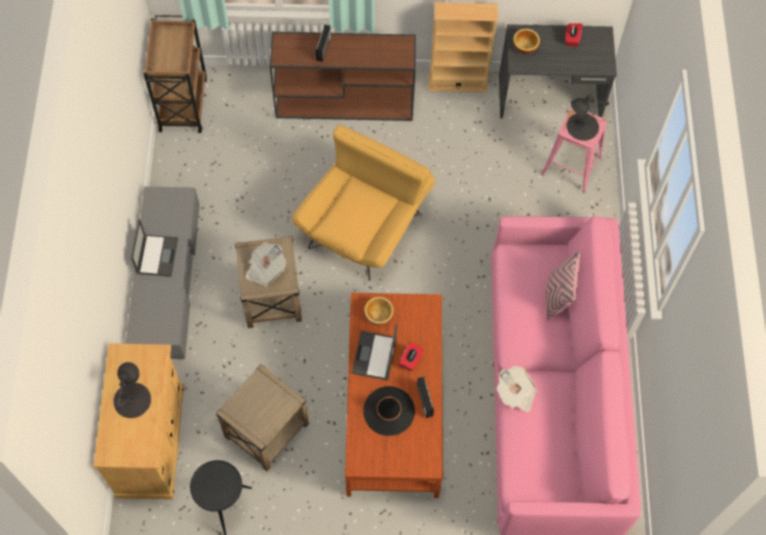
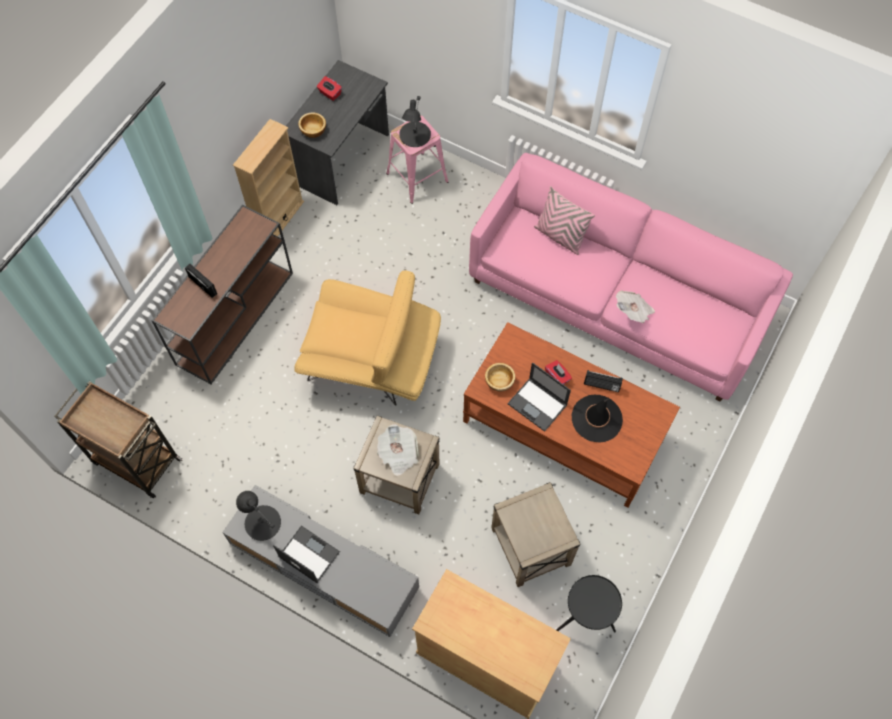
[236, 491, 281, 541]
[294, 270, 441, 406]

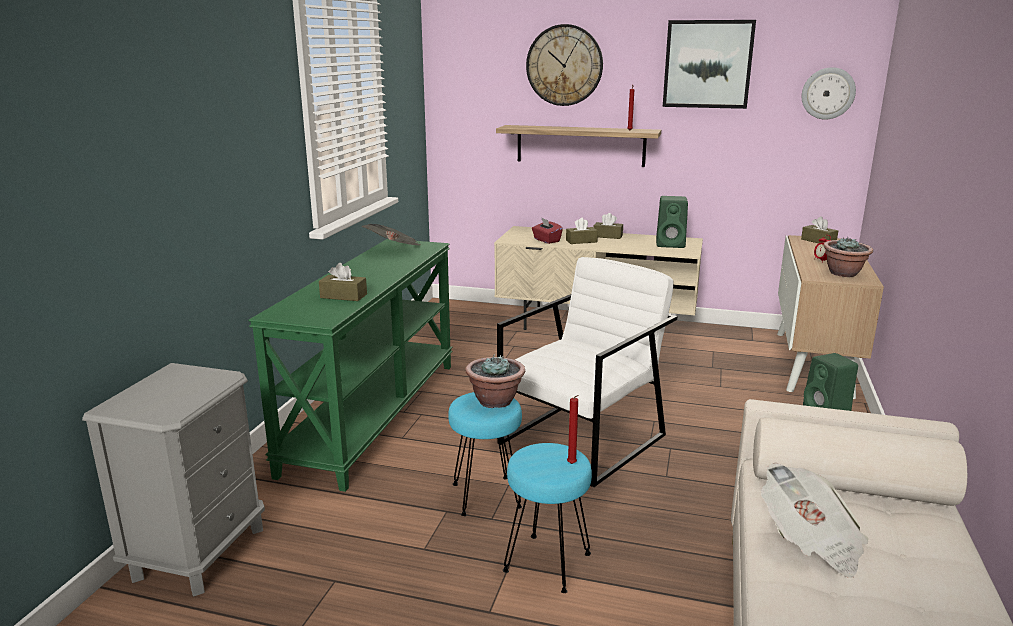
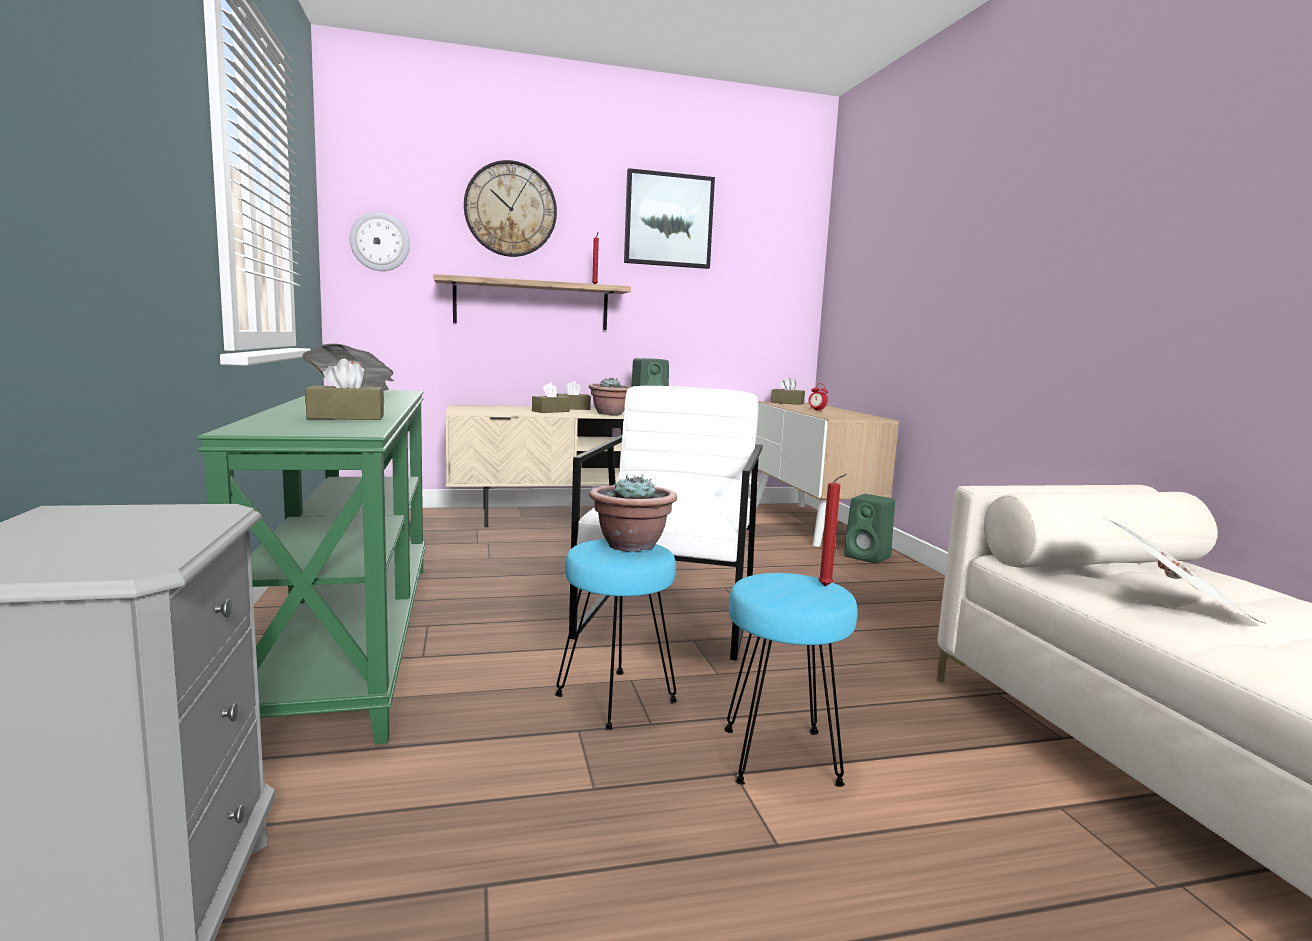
[532, 218, 563, 244] (first image)
[350, 212, 410, 271]
[589, 378, 631, 415]

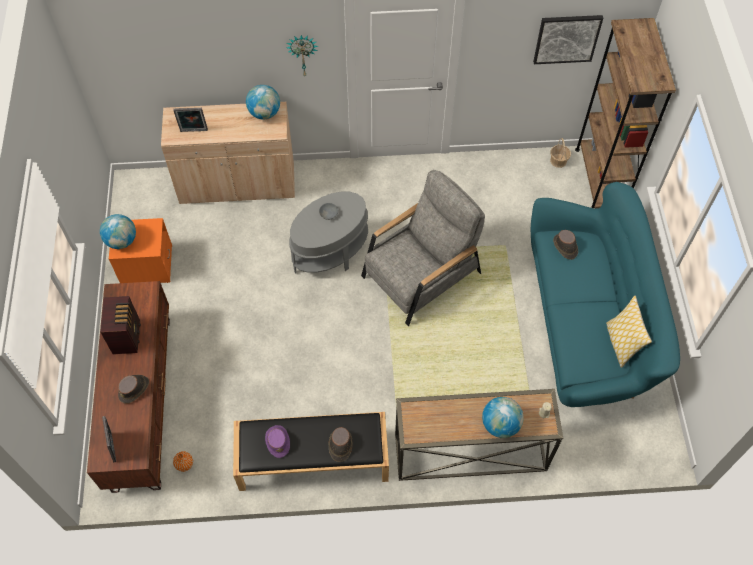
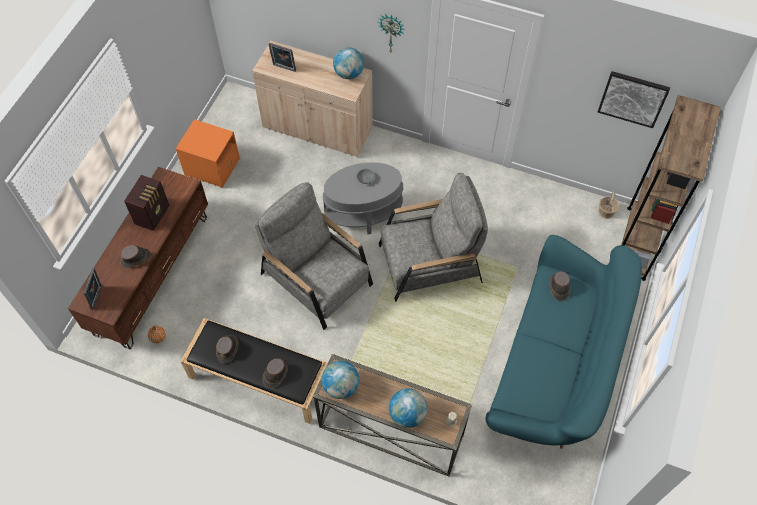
[606, 296, 652, 368] (first image)
[255, 182, 373, 330]
[322, 361, 359, 399]
[216, 335, 238, 363]

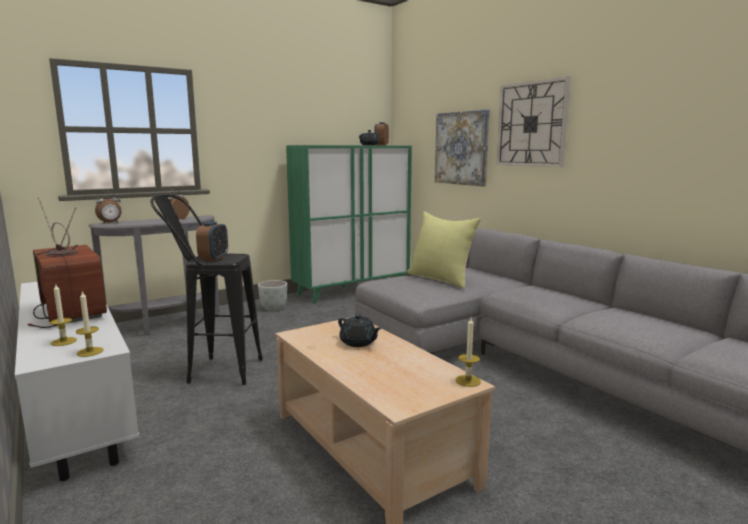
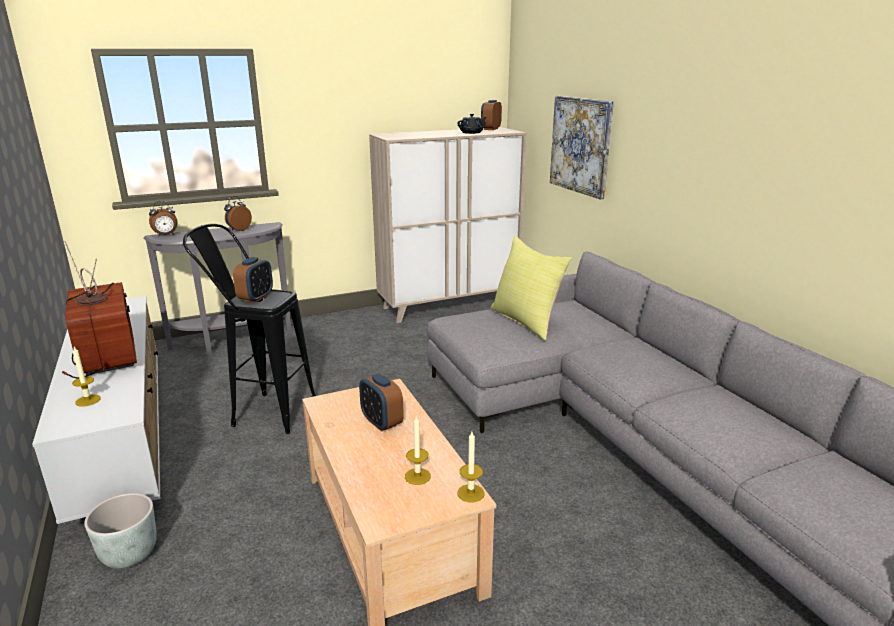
[496, 76, 571, 167] (first image)
[405, 415, 431, 485]
[84, 493, 157, 569]
[359, 373, 404, 432]
[369, 127, 526, 323]

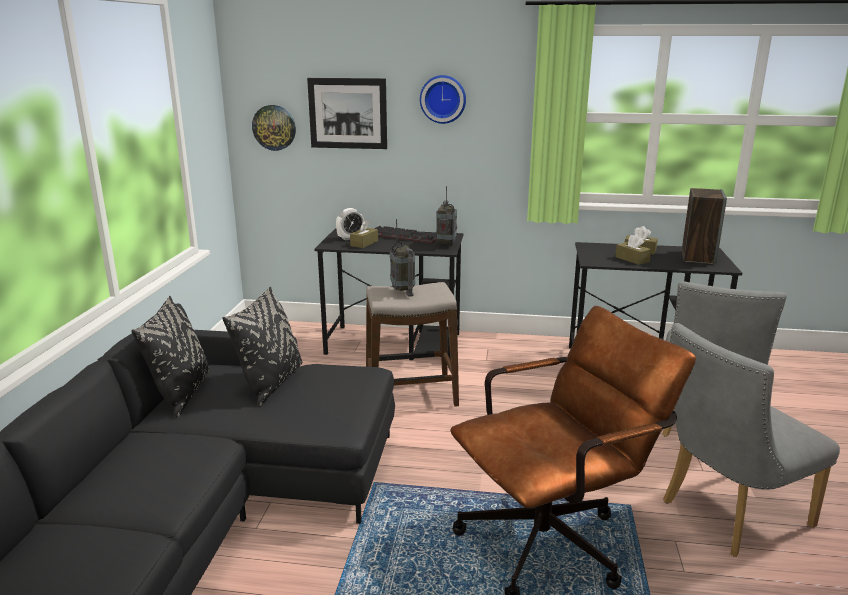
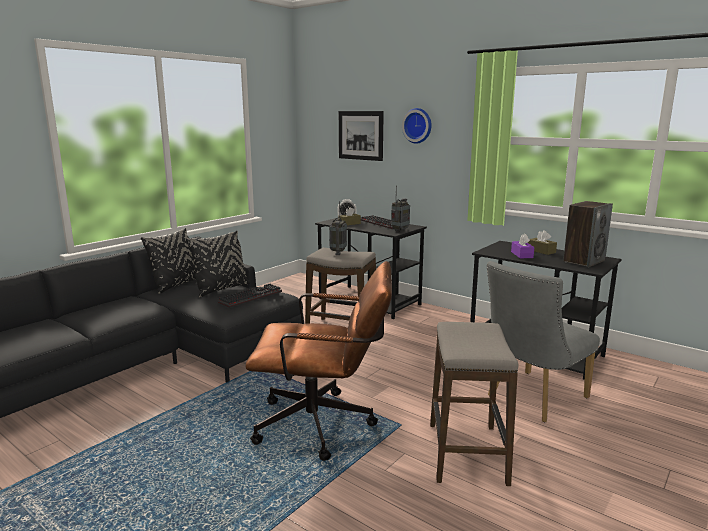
[252, 105, 296, 151] (first image)
[218, 284, 282, 308]
[430, 322, 519, 486]
[511, 234, 534, 258]

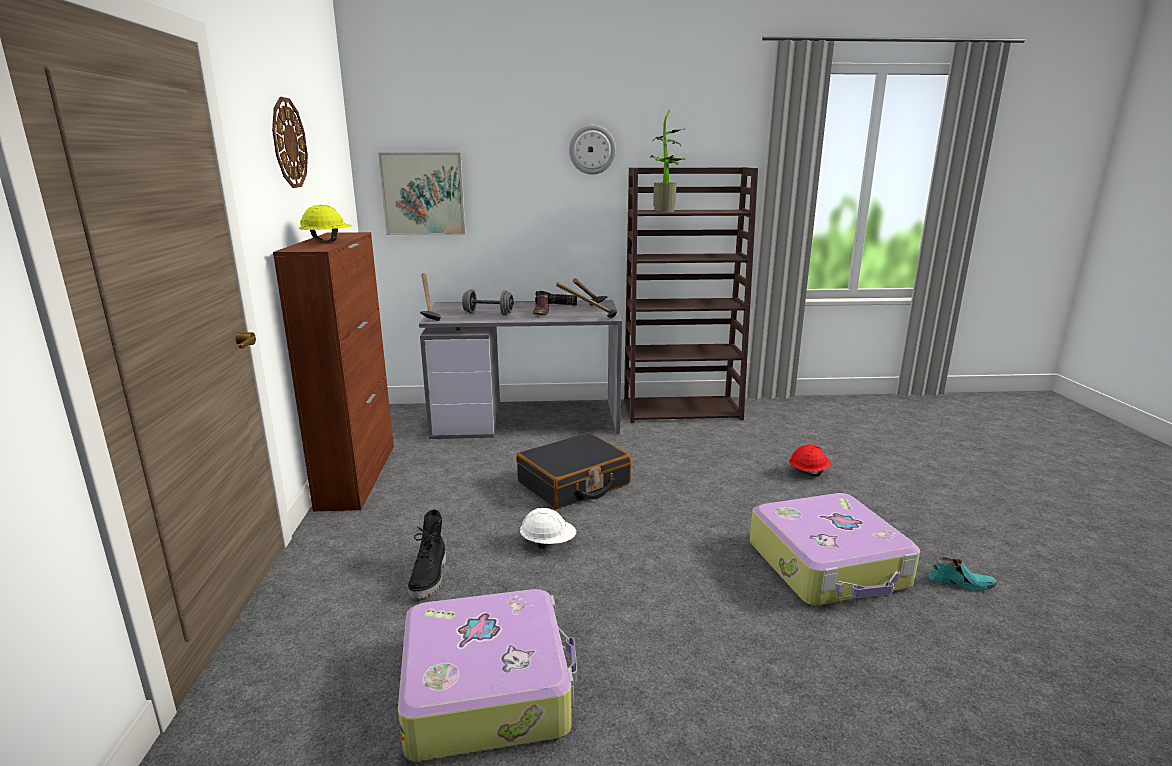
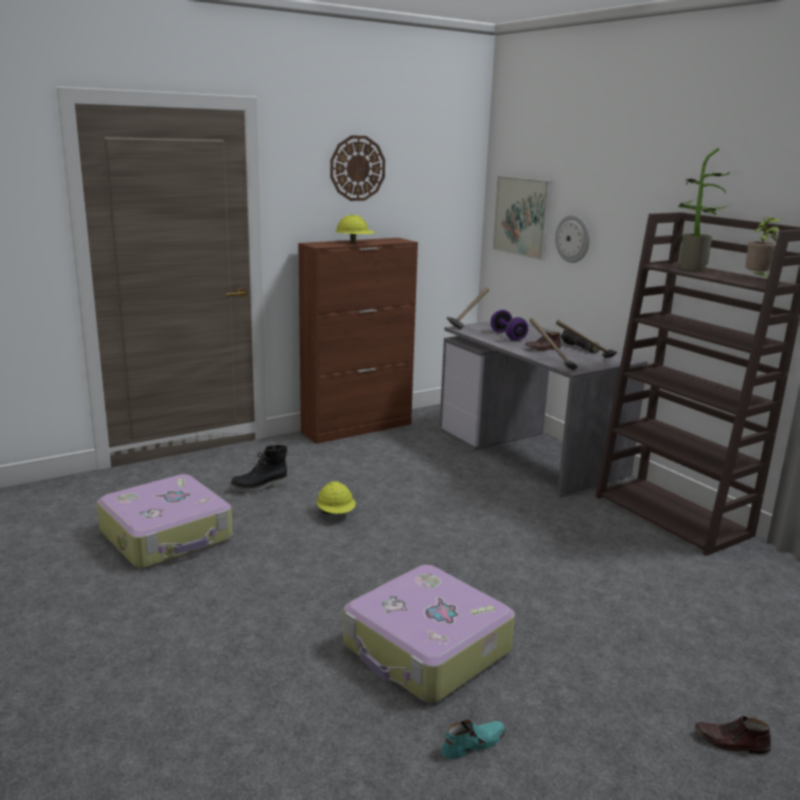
[516, 432, 631, 509] (first image)
[789, 444, 831, 477] (first image)
[695, 716, 771, 754]
[745, 217, 781, 280]
[555, 215, 590, 263]
[491, 310, 528, 341]
[316, 481, 356, 514]
[441, 719, 506, 759]

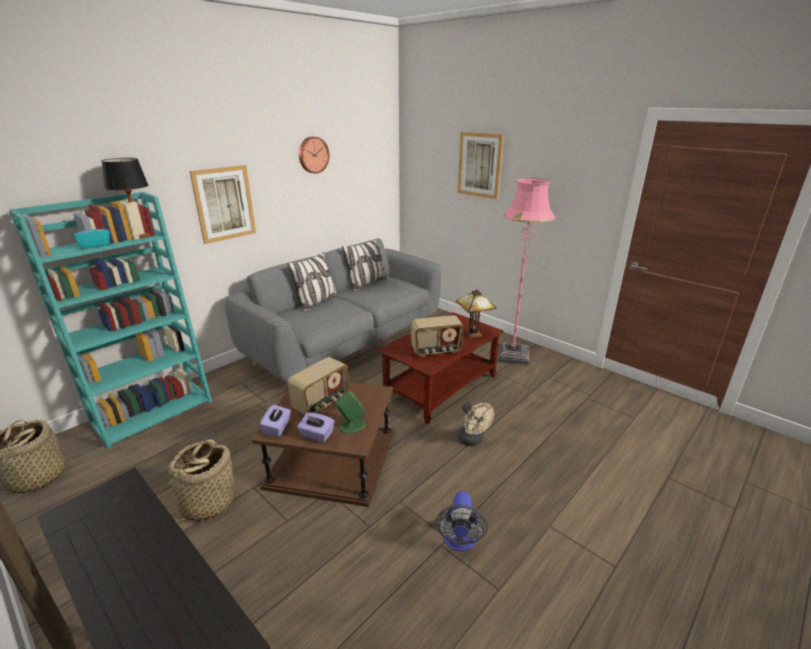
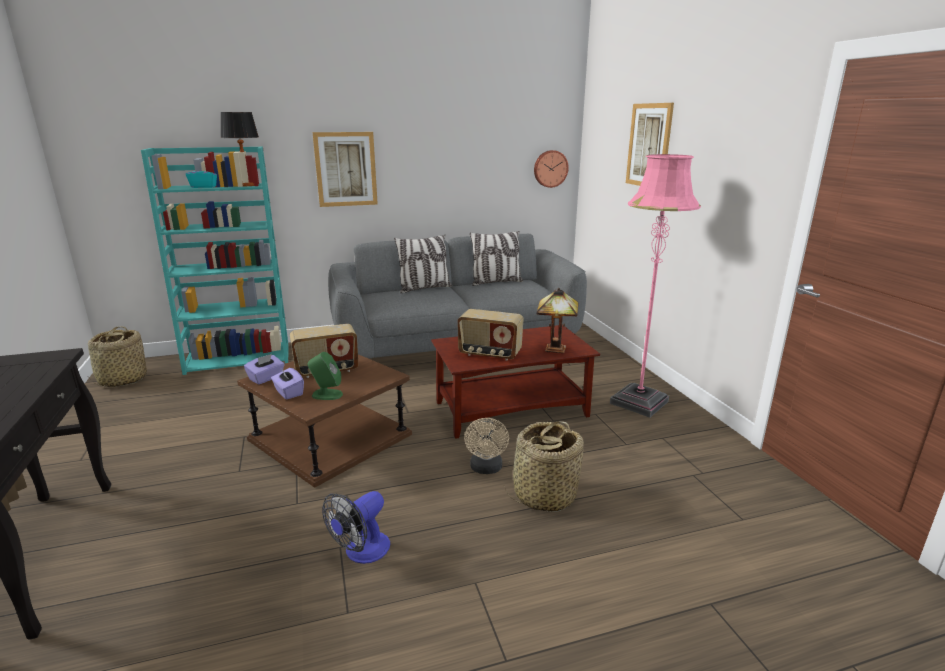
[504, 421, 584, 512]
[534, 150, 569, 188]

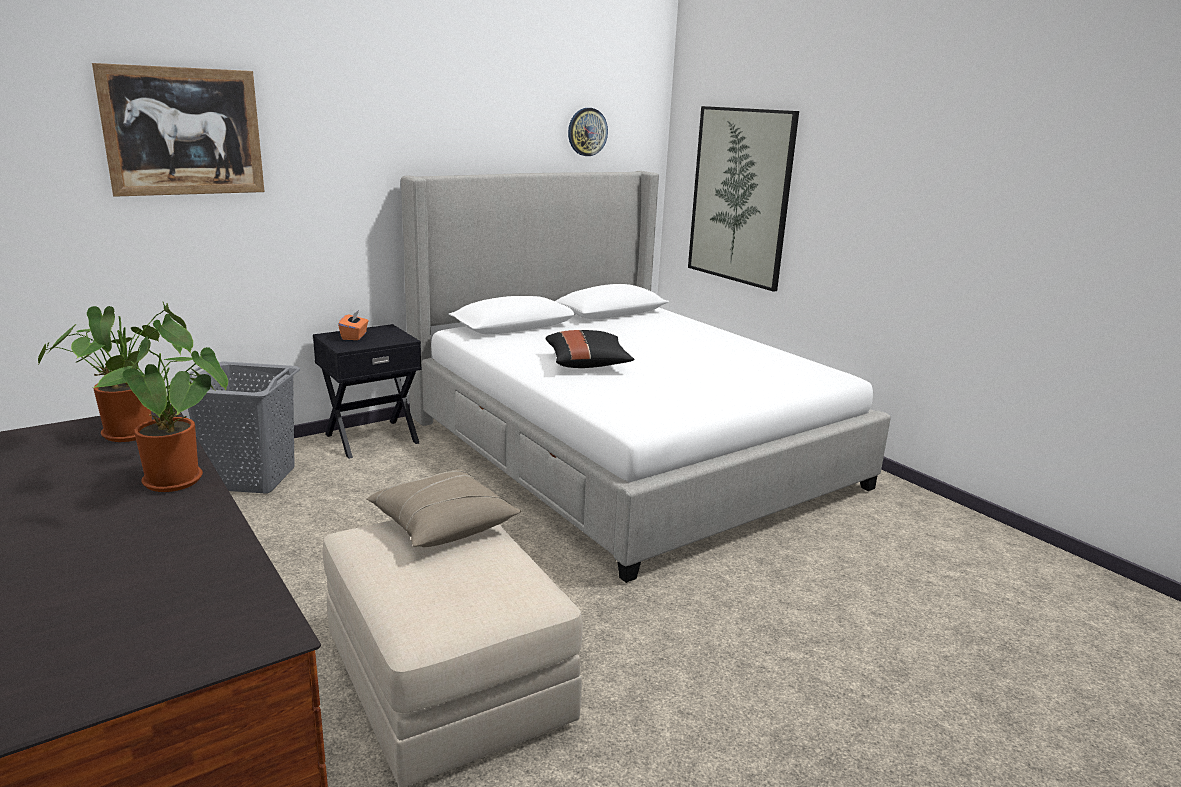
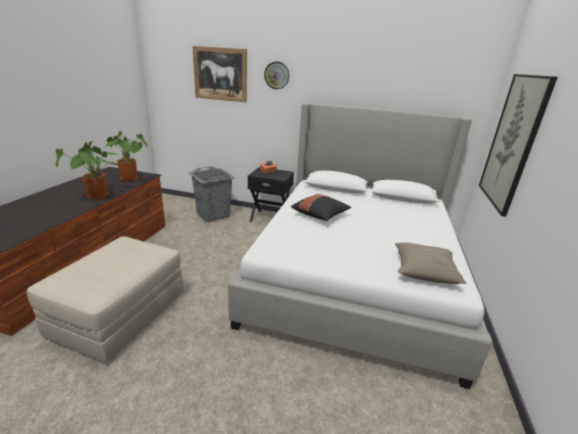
[395, 243, 467, 284]
[264, 61, 289, 89]

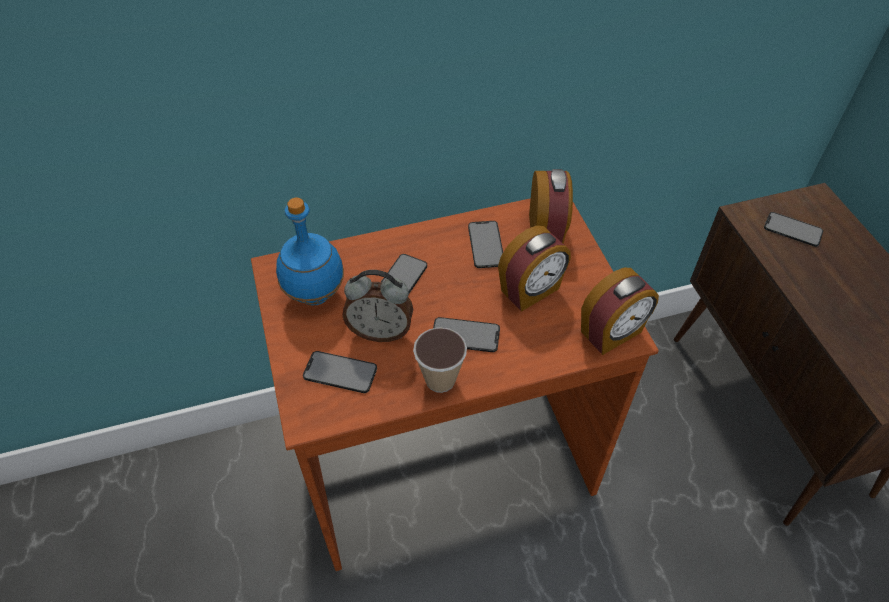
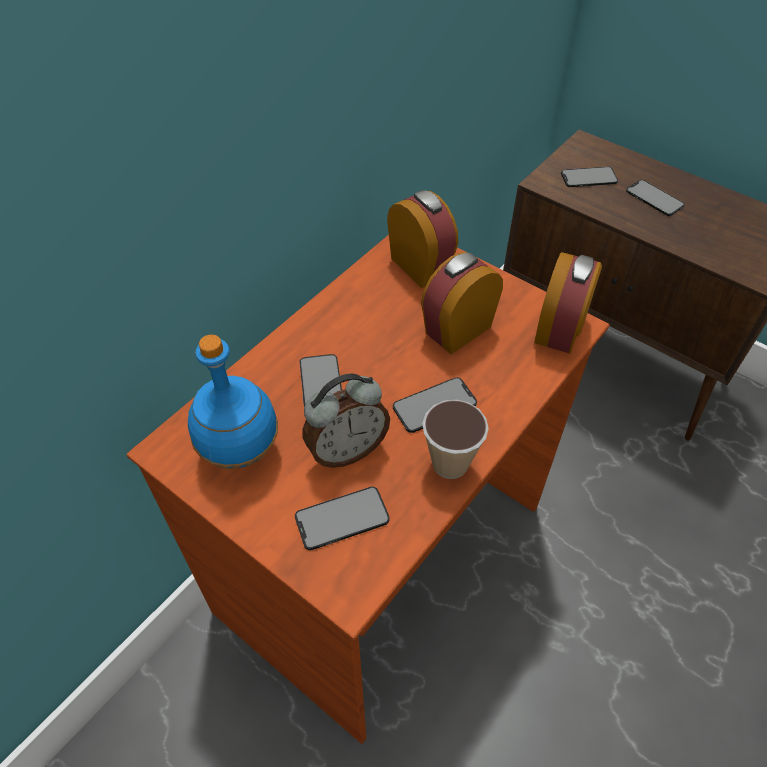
[626, 180, 685, 216]
[421, 252, 503, 354]

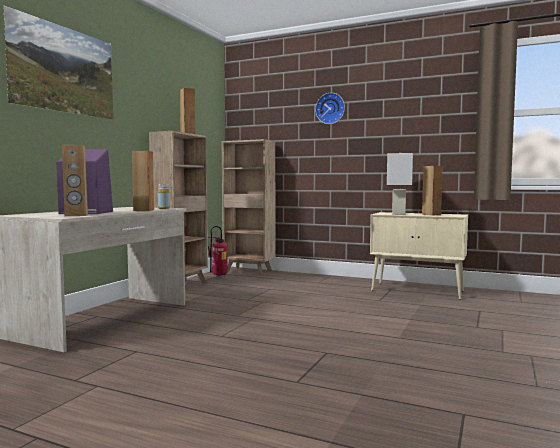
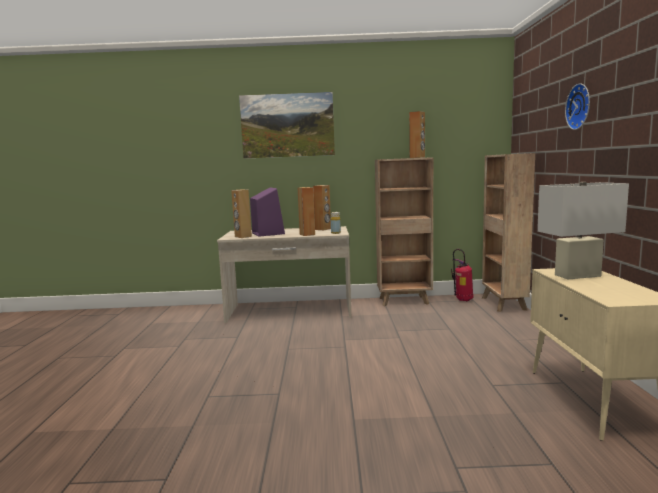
[313, 185, 331, 230]

